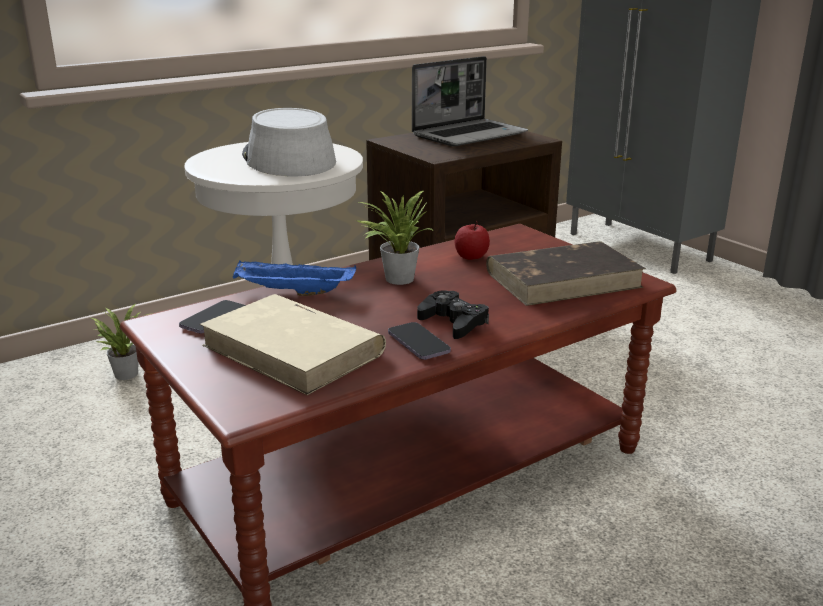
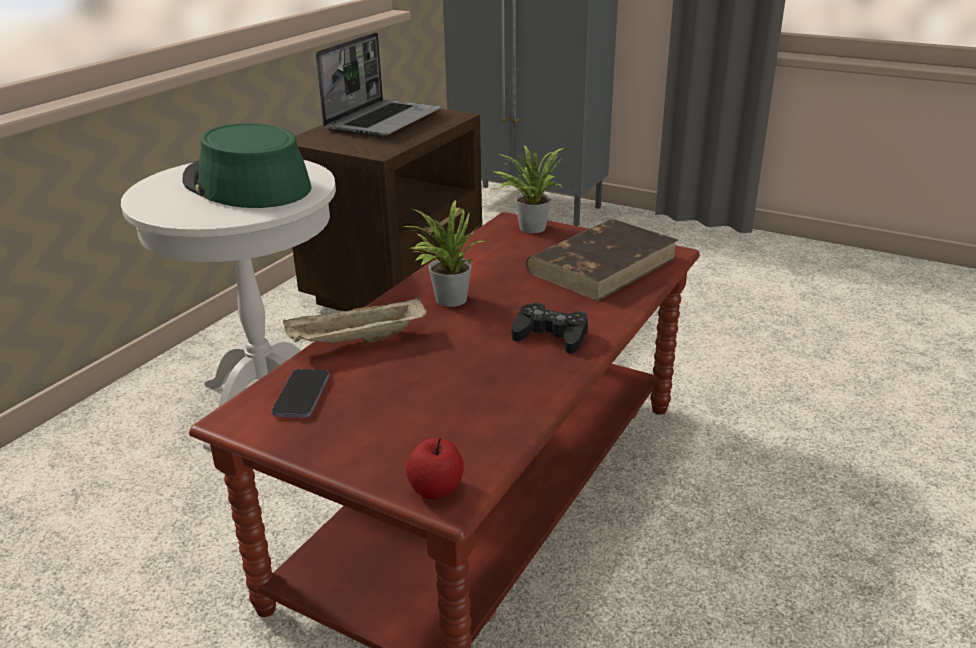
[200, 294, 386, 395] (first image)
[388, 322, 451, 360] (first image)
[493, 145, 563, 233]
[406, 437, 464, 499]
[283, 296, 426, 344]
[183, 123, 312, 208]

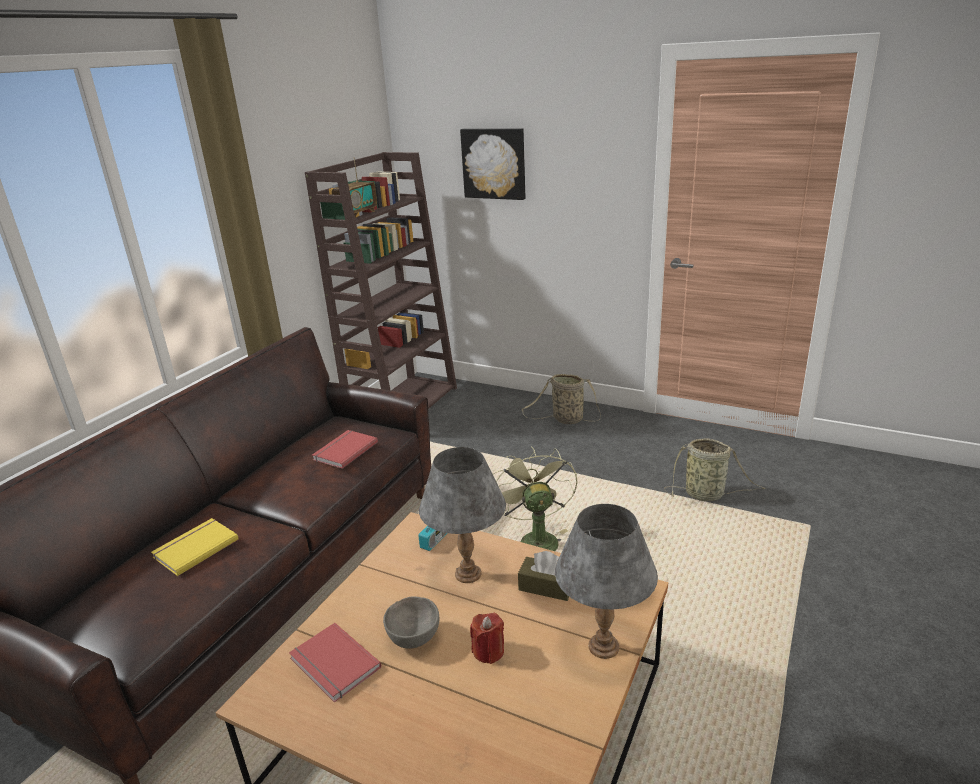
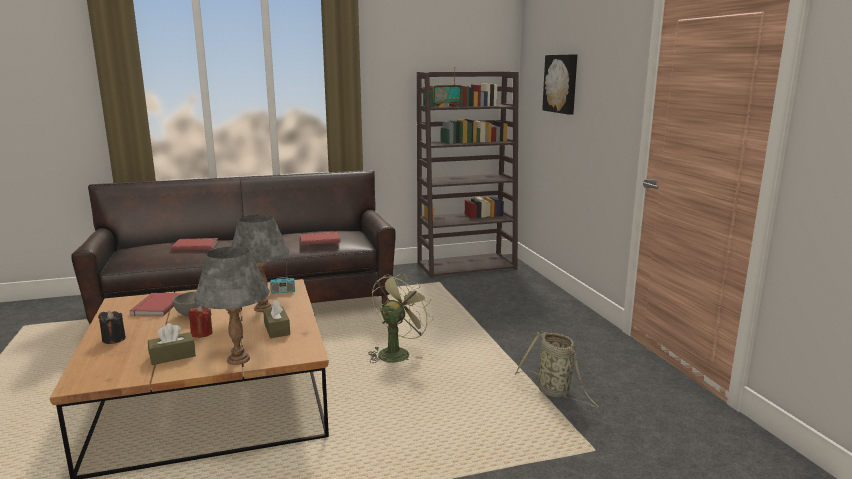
[522, 374, 601, 424] (first image)
[98, 311, 126, 344]
[148, 323, 196, 365]
[171, 238, 218, 251]

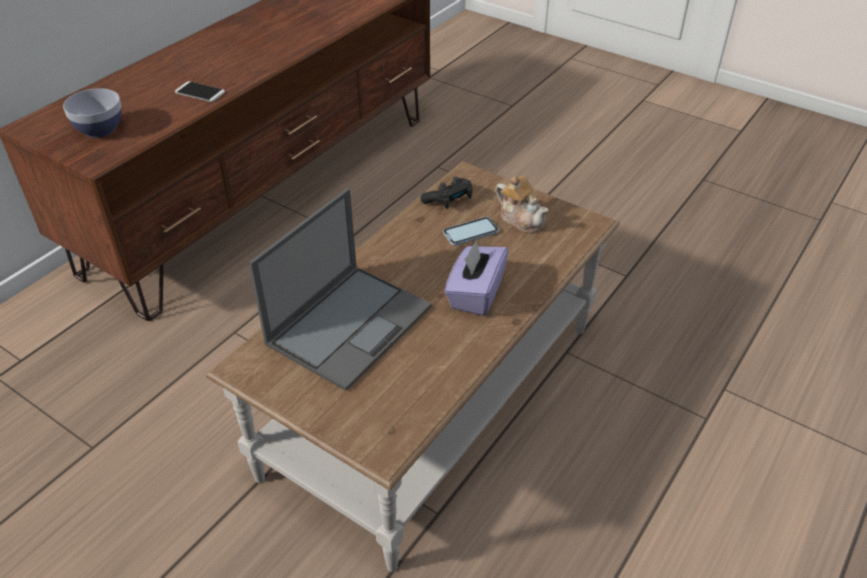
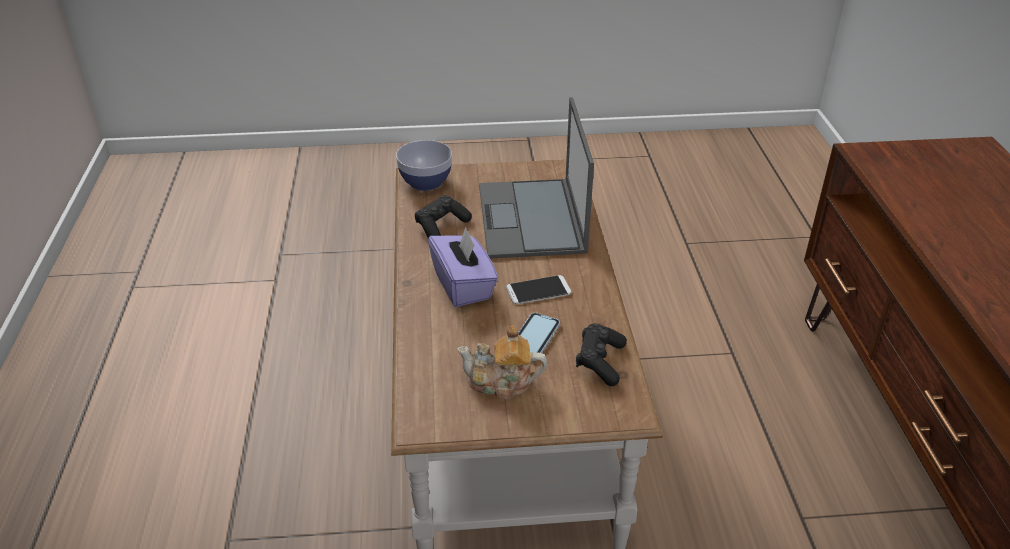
[415, 195, 472, 238]
[396, 140, 452, 191]
[506, 275, 572, 305]

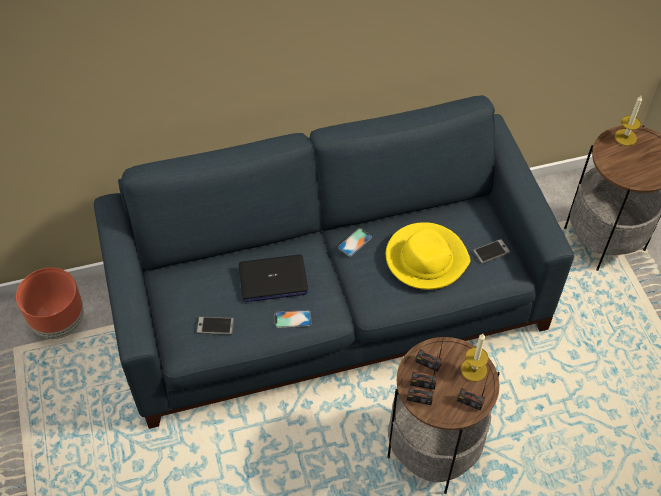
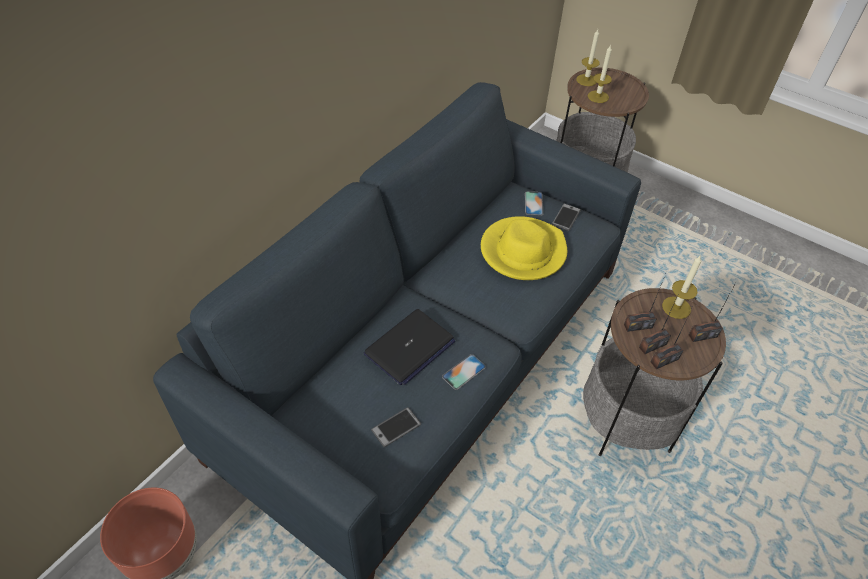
[588, 45, 612, 103]
[525, 191, 543, 216]

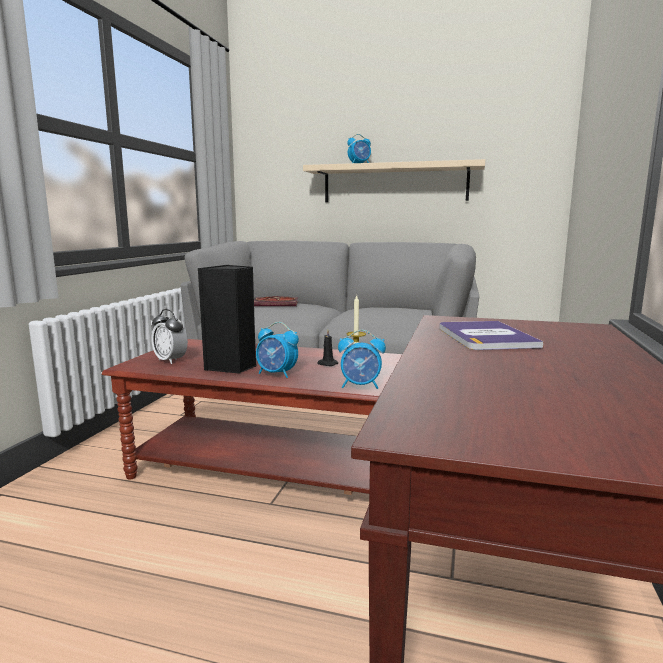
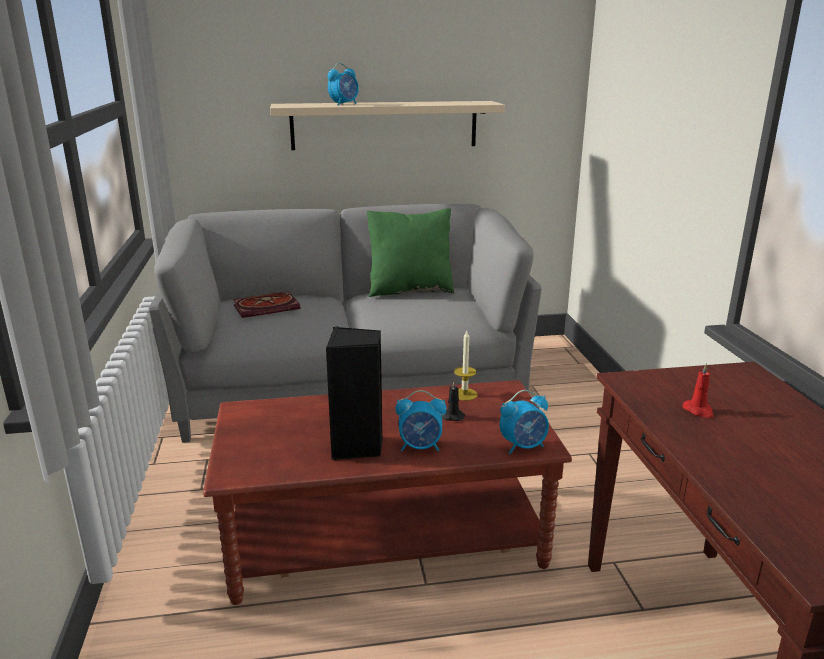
[151, 309, 188, 364] (first image)
[367, 208, 455, 297]
[682, 363, 714, 418]

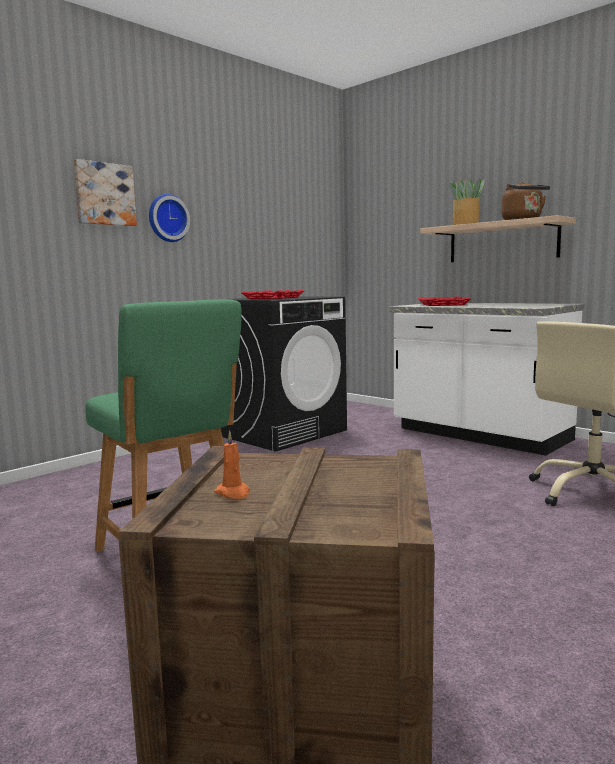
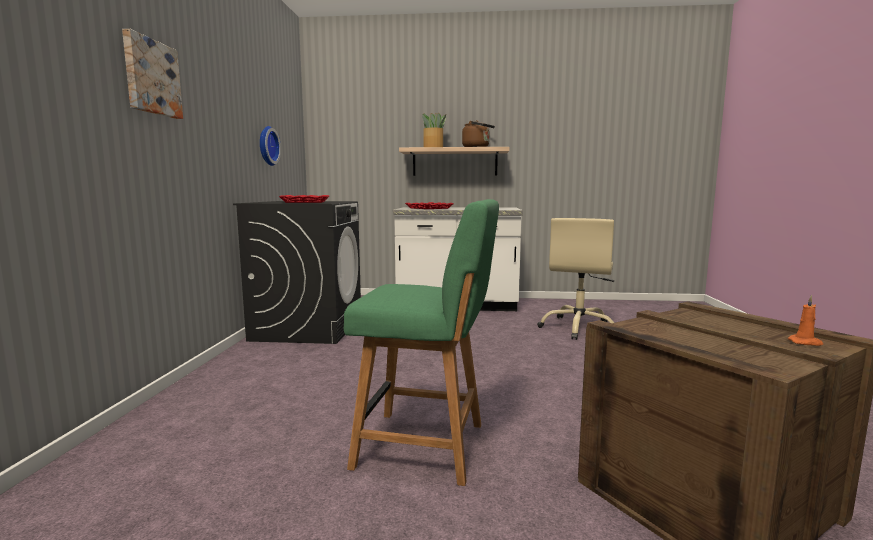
[260, 126, 281, 166]
[788, 295, 823, 346]

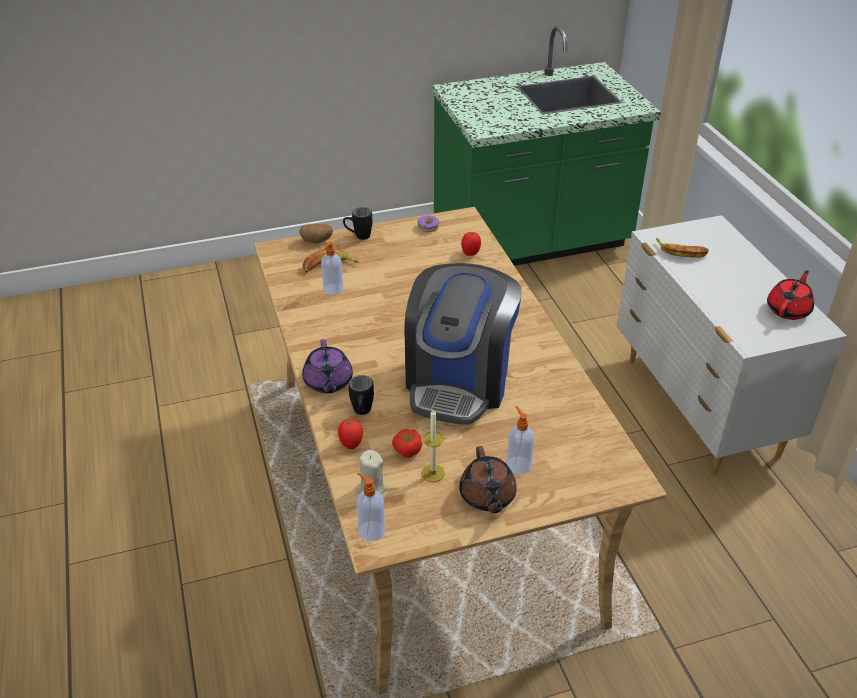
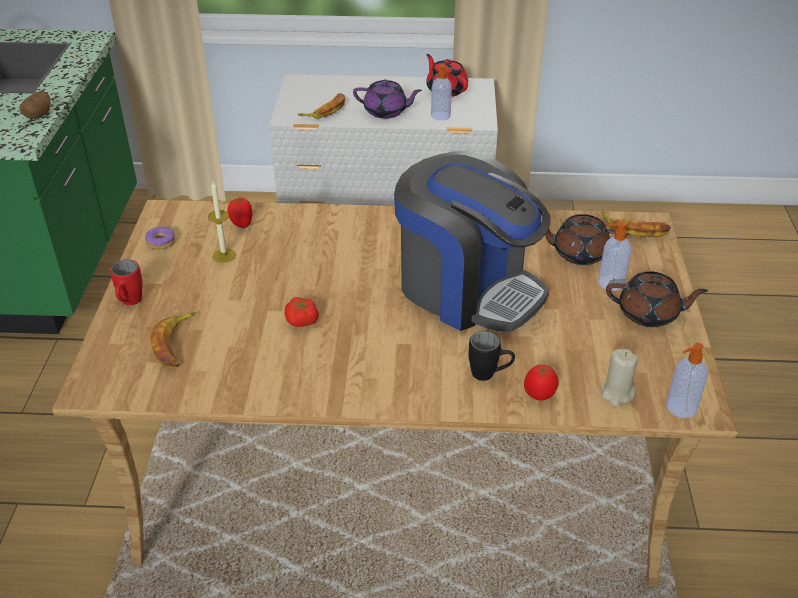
[540, 214, 627, 265]
[602, 211, 671, 237]
[20, 91, 51, 119]
[353, 80, 422, 119]
[431, 64, 452, 121]
[285, 297, 319, 327]
[208, 181, 236, 263]
[110, 259, 142, 305]

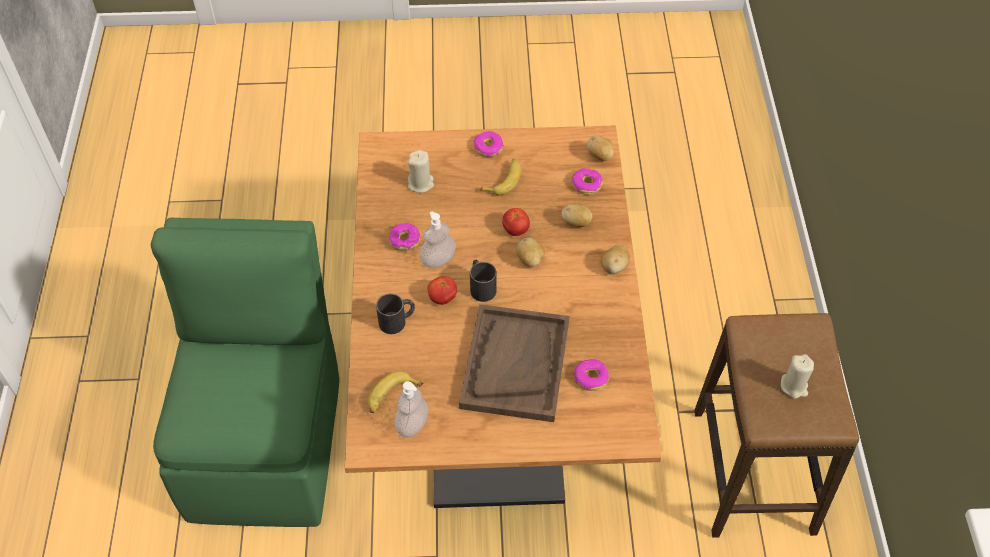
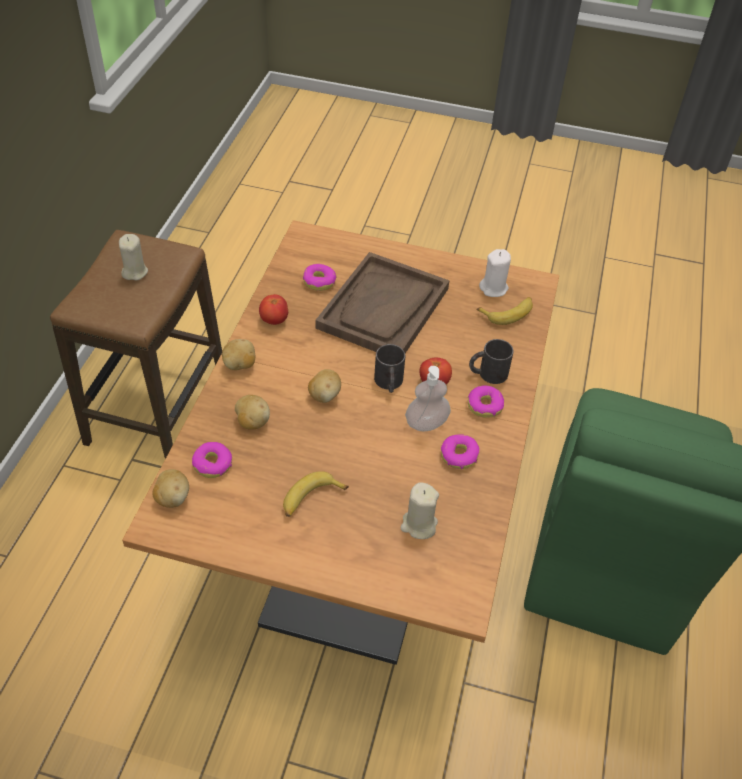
[467, 385, 504, 418]
[259, 294, 288, 325]
[479, 249, 511, 297]

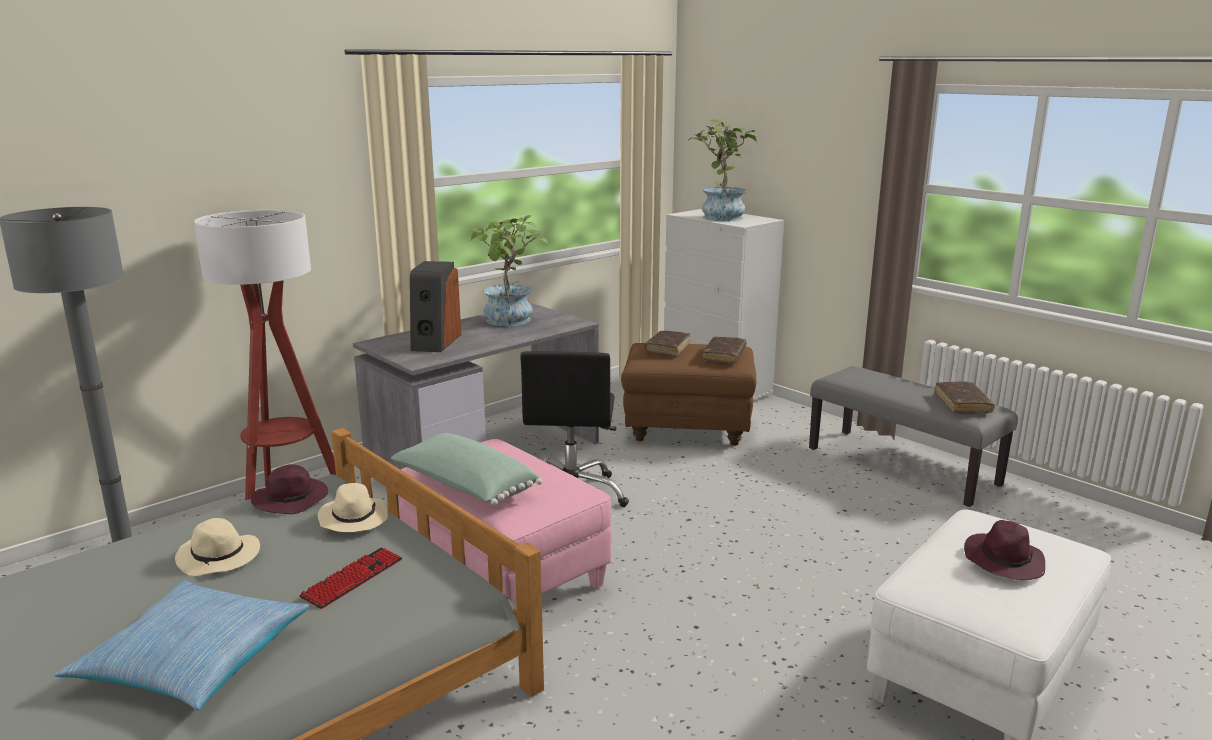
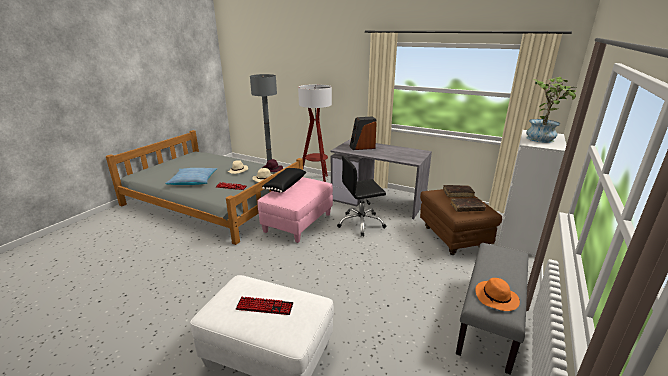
[471, 215, 548, 326] (first image)
[475, 278, 520, 311]
[236, 296, 293, 315]
[262, 168, 306, 193]

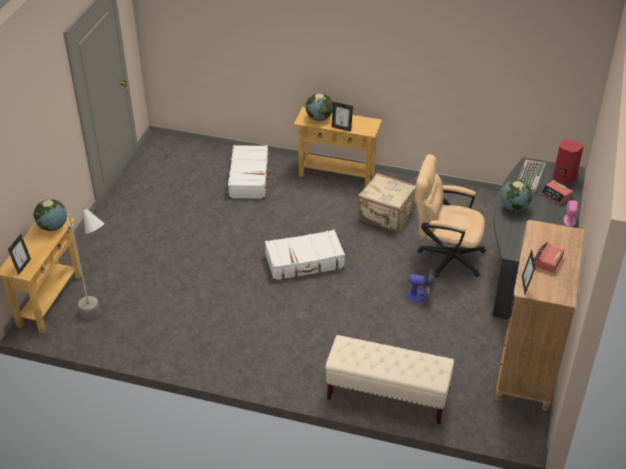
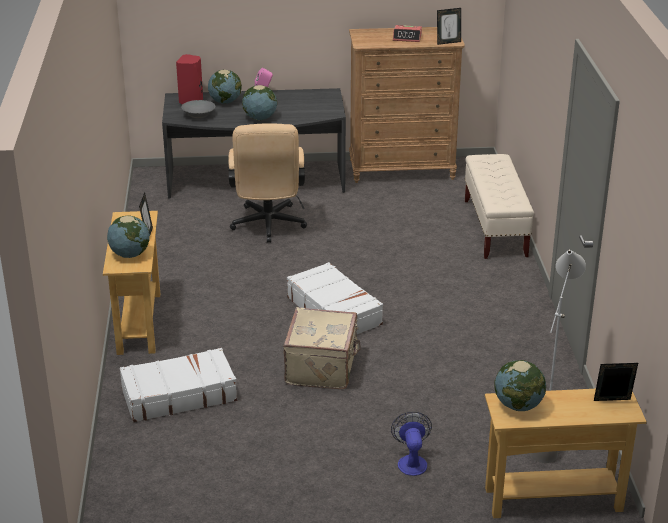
[283, 307, 361, 389]
[391, 411, 432, 476]
[181, 100, 216, 118]
[208, 70, 242, 104]

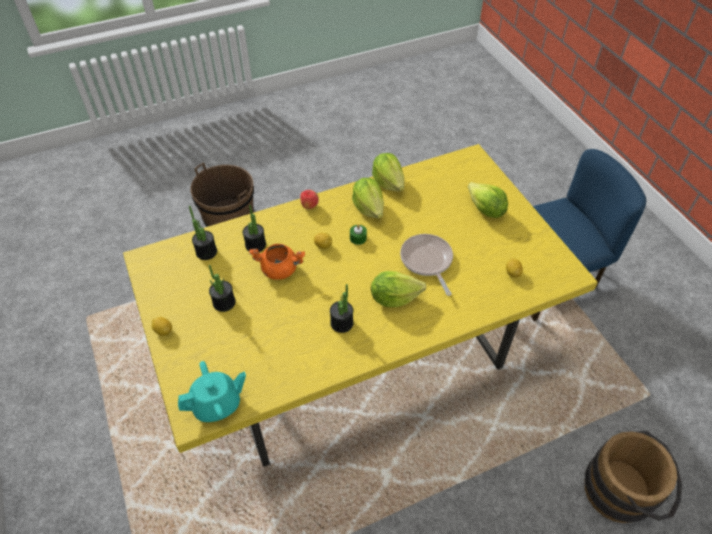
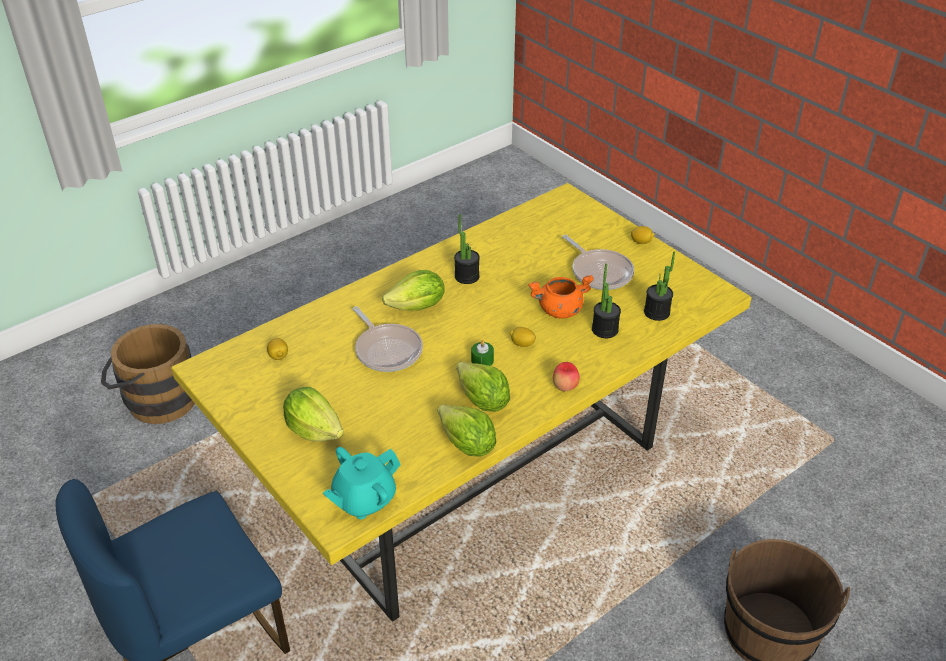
[323, 447, 401, 519]
[562, 235, 634, 290]

